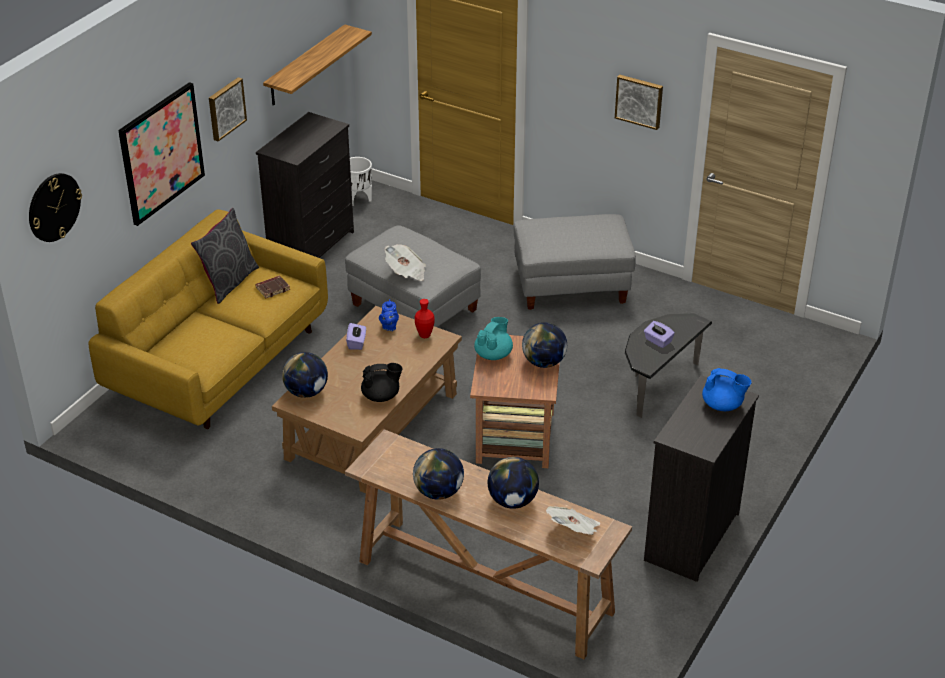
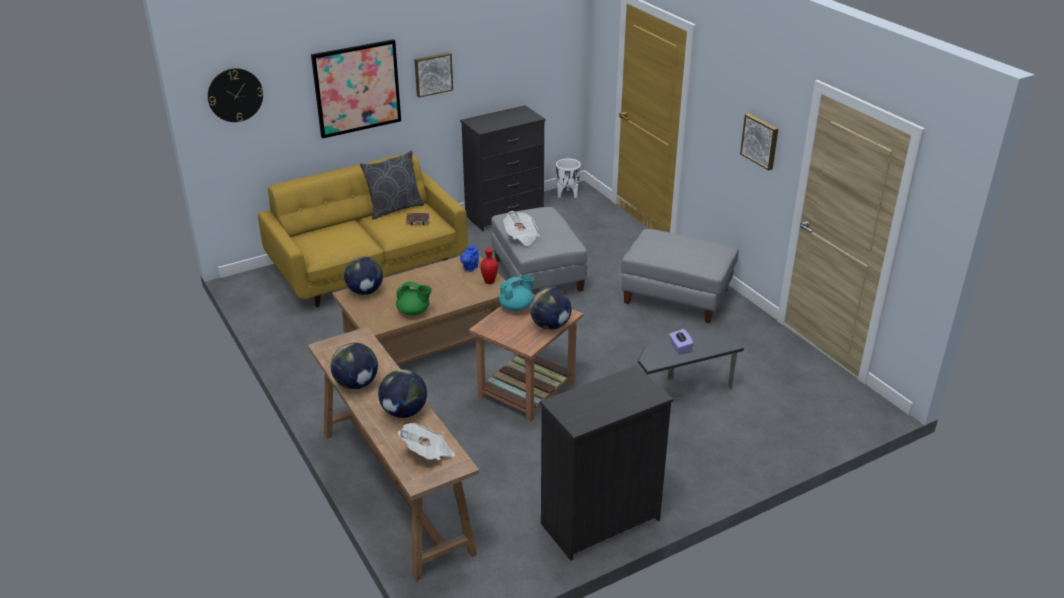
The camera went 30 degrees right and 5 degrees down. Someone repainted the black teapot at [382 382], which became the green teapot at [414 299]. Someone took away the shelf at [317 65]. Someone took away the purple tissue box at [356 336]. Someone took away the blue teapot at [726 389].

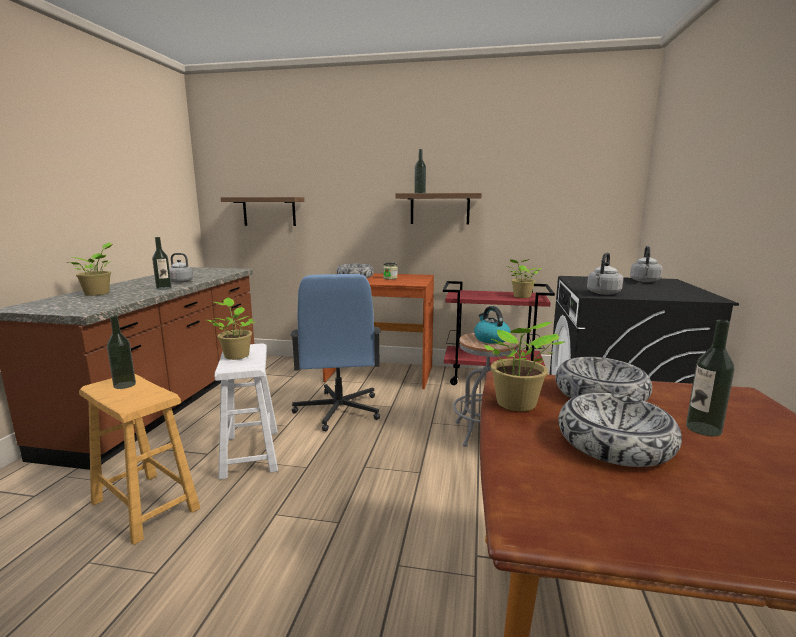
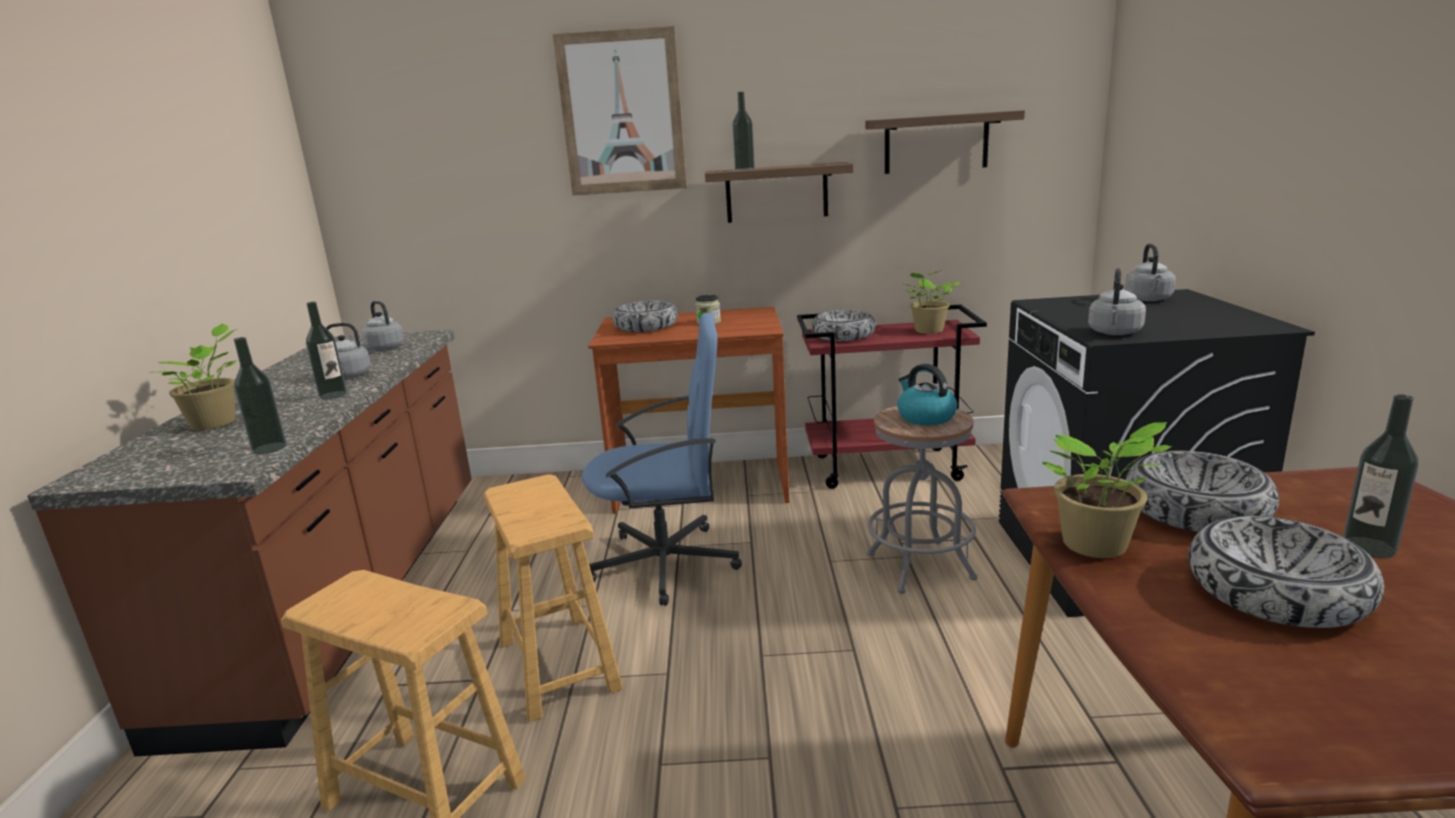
The camera went 10 degrees left and 5 degrees up. Someone carried the bottle from [121 352] to [260 395]. Someone put down the grey kettle at [382 325]. Someone repainted the white stool at [246 411], which became the brown stool at [553 598]. Someone put up the picture at [620 111]. Someone rotated the blue office chair at [335 353] by 75 degrees counterclockwise. Someone put down the bowl at [843 325]. Someone carried the shelf from [263 211] to [945 142]. Someone took away the potted plant at [231 328].

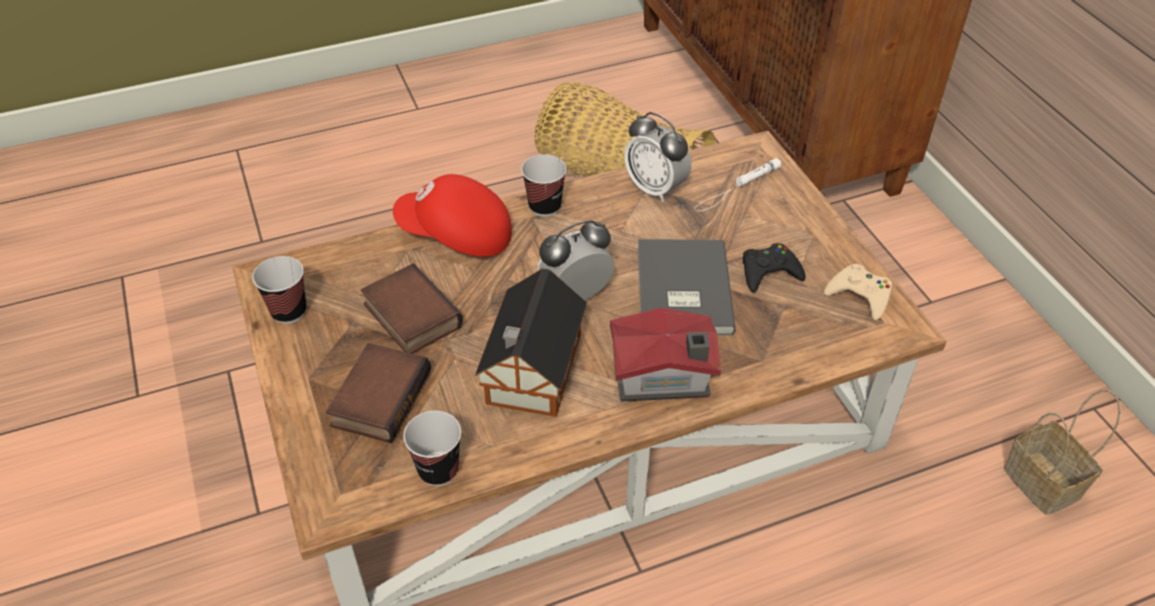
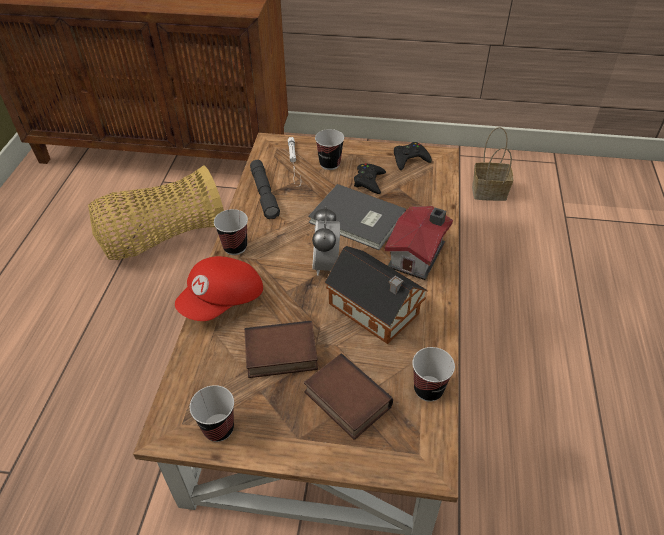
The camera went 60 degrees left and 0 degrees up. Someone swapped the alarm clock at [657 157] for the grey flashlight at [265 189]. Someone put down the cup at [329 149]. Someone repainted the beige game controller at [858 292], which became the black game controller at [413 156].

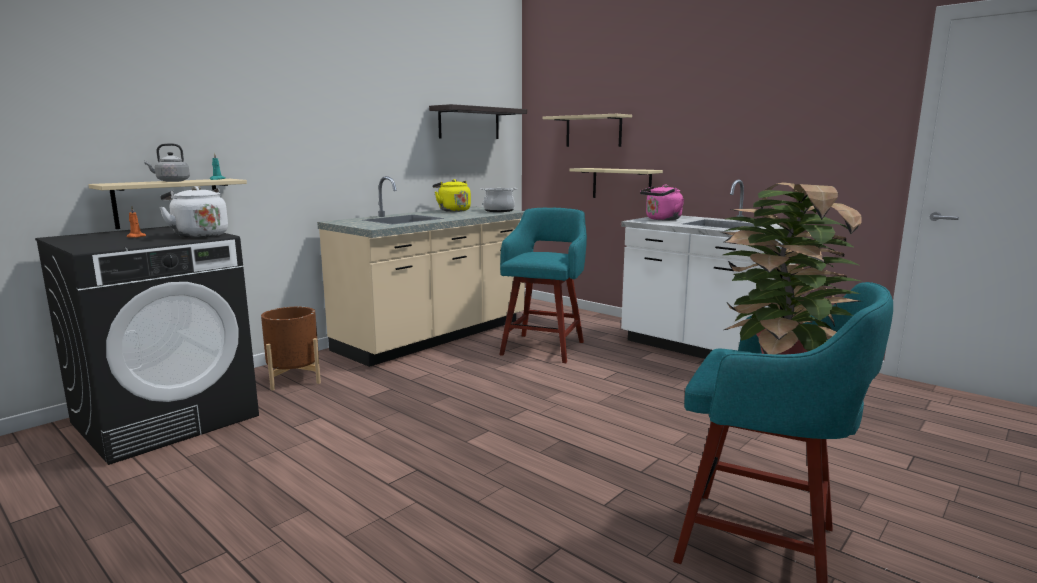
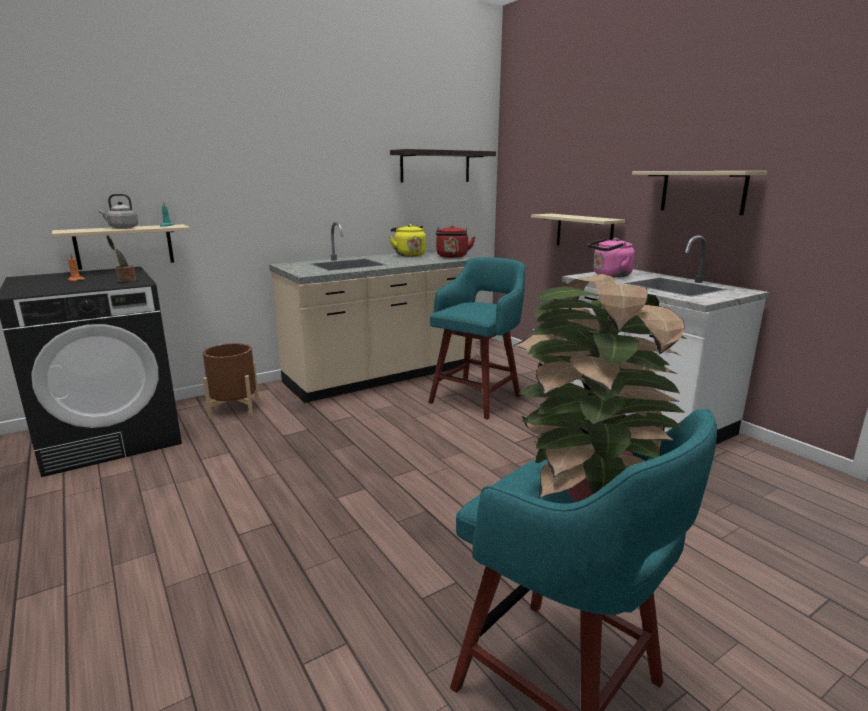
The camera went 15 degrees right and 5 degrees up. Someone swapped the white kettle at [193 212] for the potted plant at [121 258]. Someone swapped the cooking pot at [499 200] for the red kettle at [455 241]. Someone carried the beige shelf from [587 130] to [699 193].

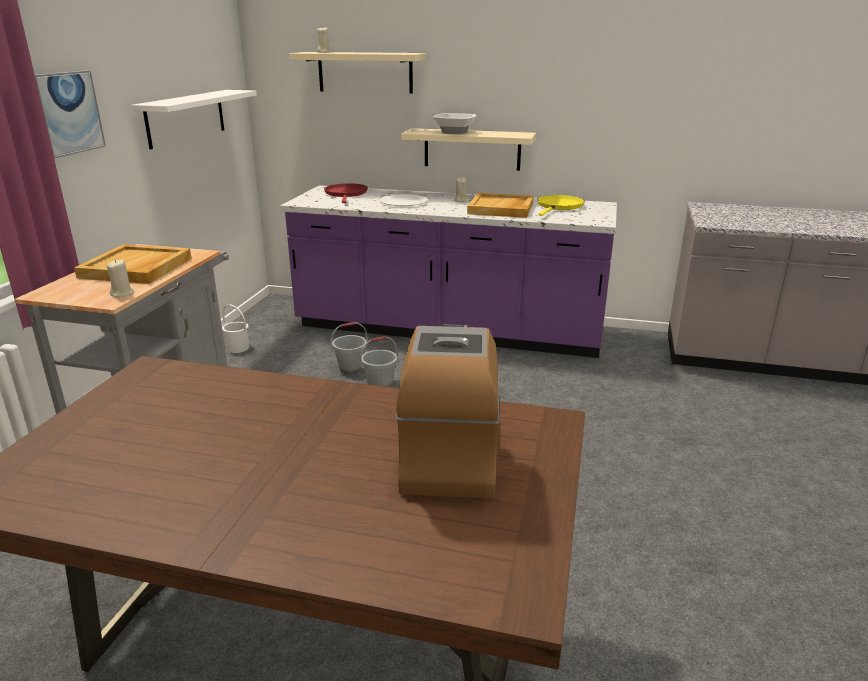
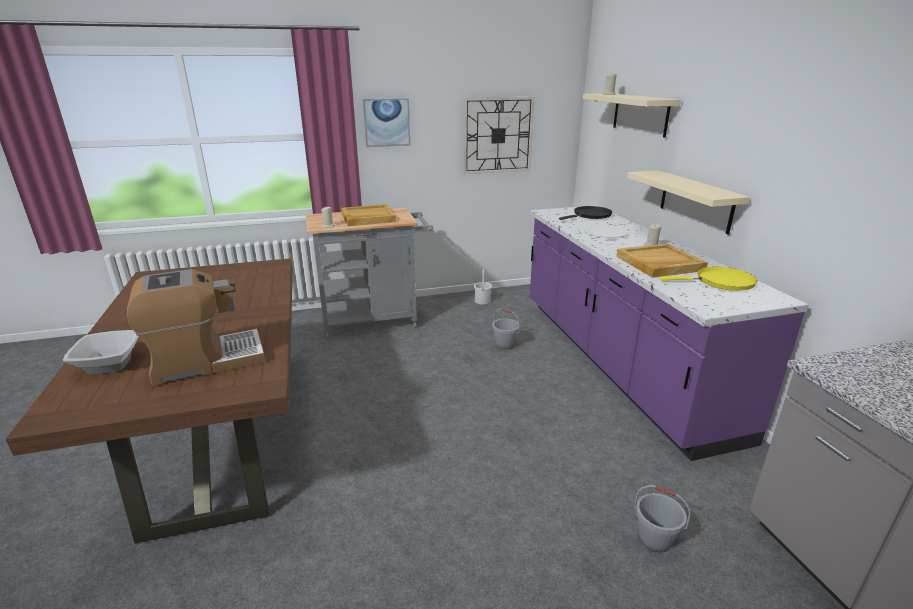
The camera went 60 degrees right and 0 degrees up. Someone carried the bowl from [454 123] to [101 352]. Someone swapped the white shelf at [194 119] for the wall clock at [499 135]. Someone repainted the red frying pan at [346 193], which became the black frying pan at [585 213]. Someone carried the grey bucket from [378 361] to [662 519].

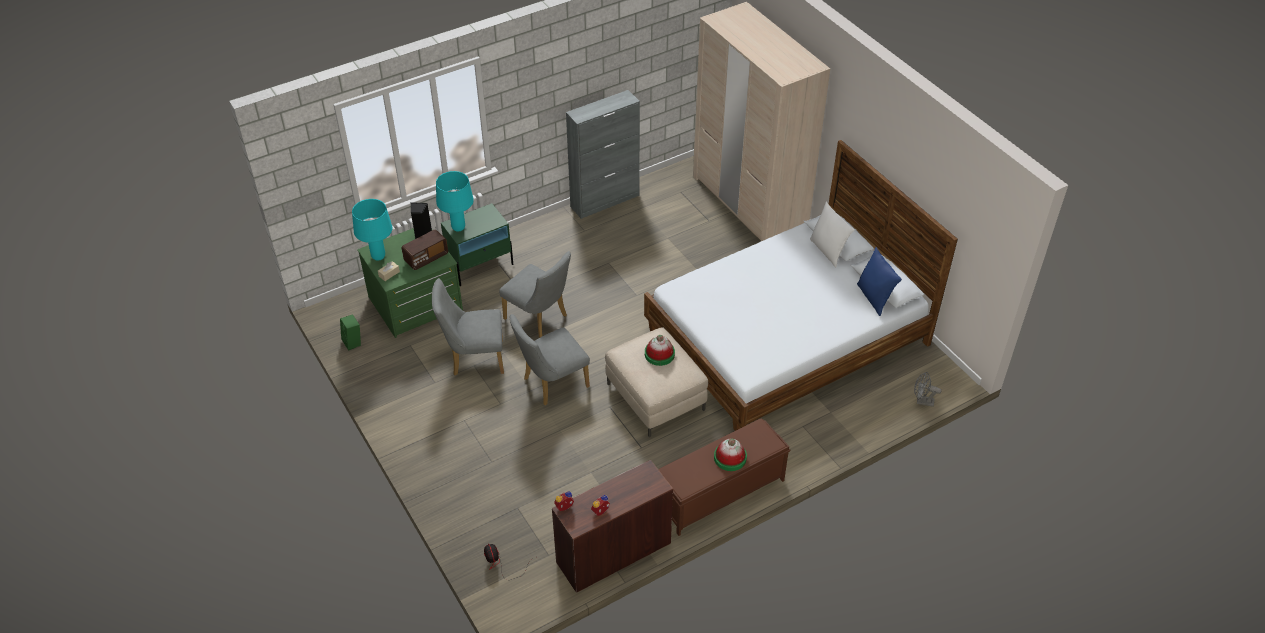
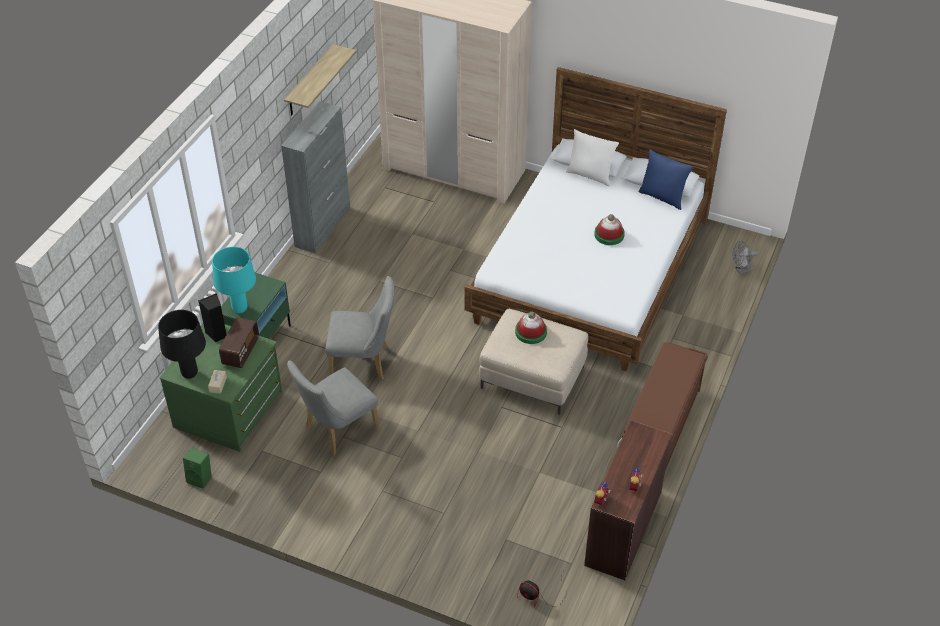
The camera went 35 degrees left and 0 degrees up. Someone repainted the turquoise table lamp at [372 230], which became the black table lamp at [182 344]. Someone put up the shelf at [320 79]. Someone carried the hat from [730 454] to [609 229]. Someone took away the grey chair at [550 360].

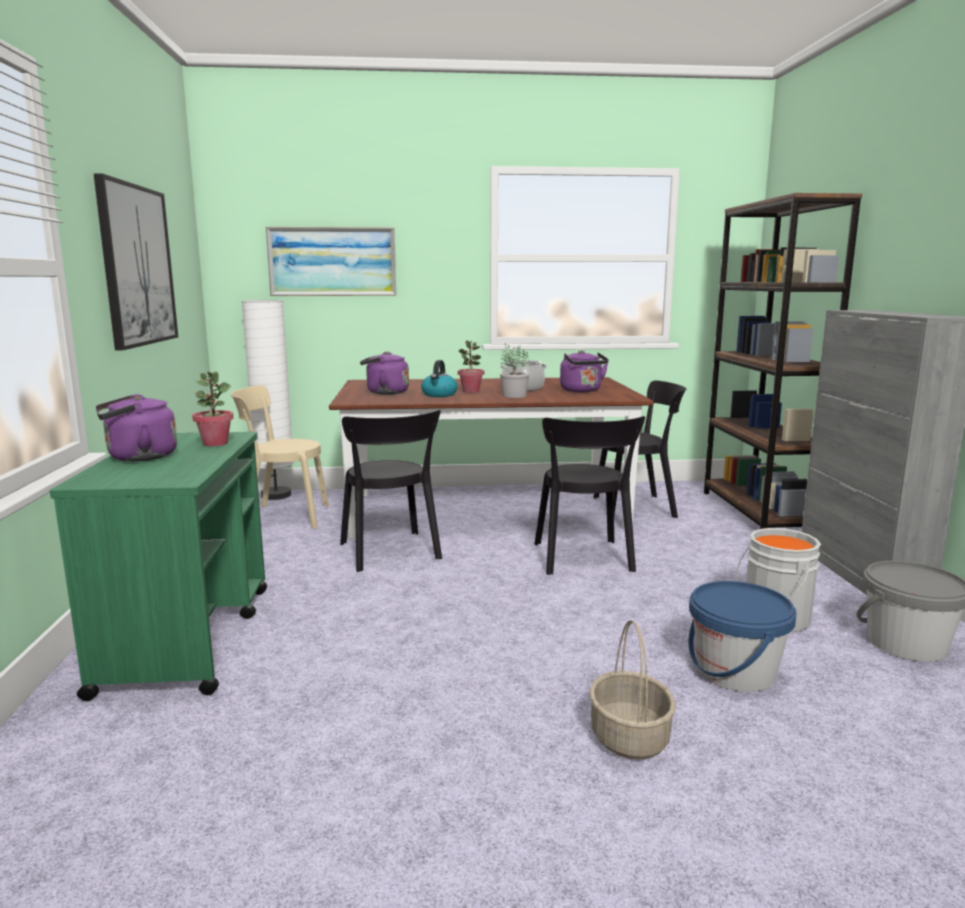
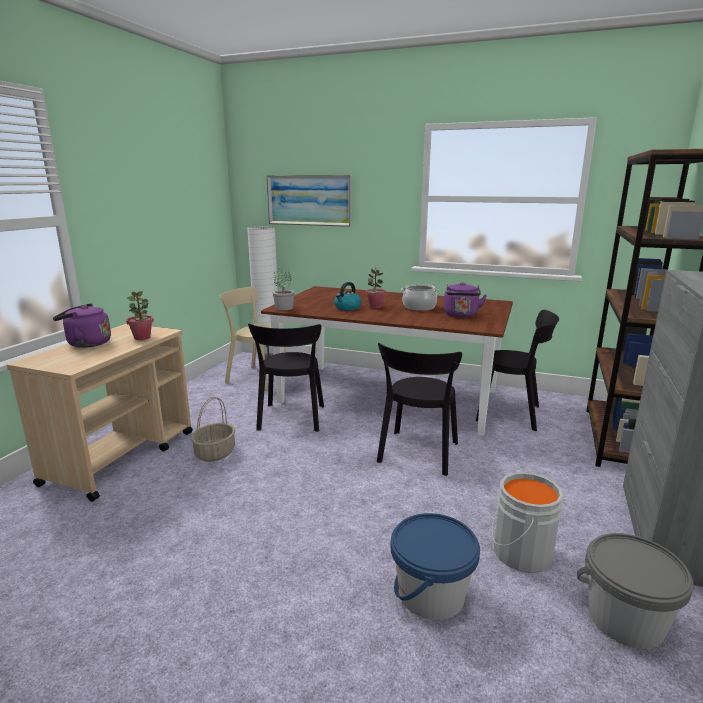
The camera went 25 degrees right and 5 degrees up. Someone repainted the green cart at [158 566], which became the beige cart at [100 413]. Someone carried the basket from [632 690] to [213 429]. Someone carried the potted plant from [514 370] to [284 289]. Someone took away the picture at [136 261]. Someone took away the purple kettle at [384 373].

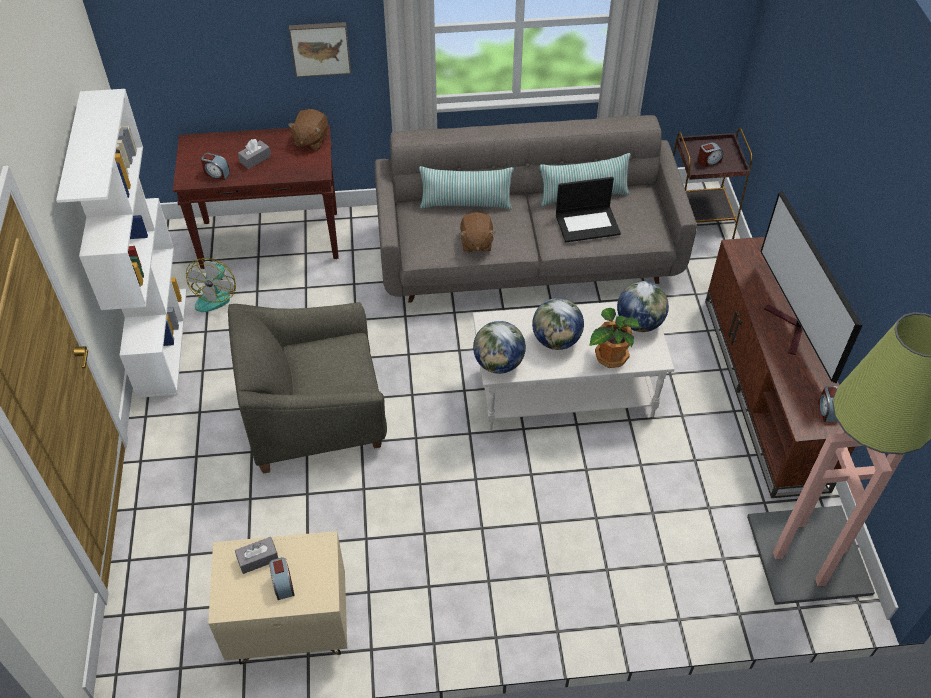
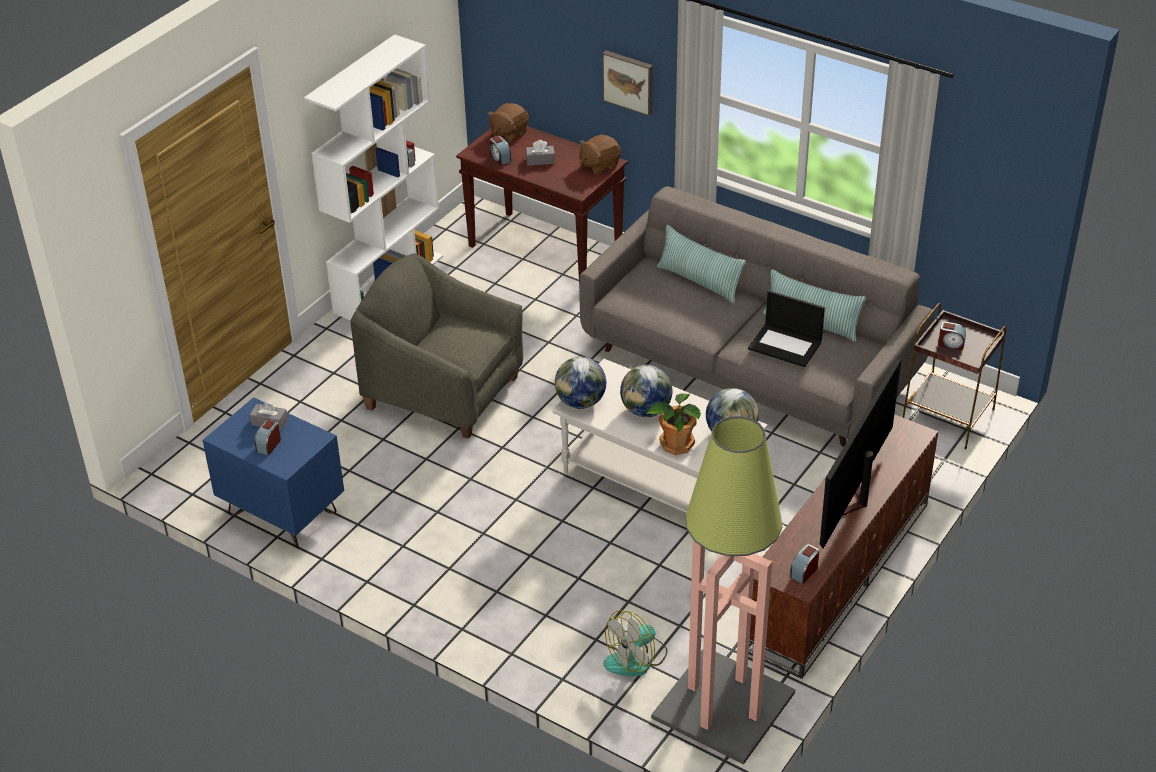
The camera went 40 degrees right and 10 degrees down. Someone repainted the beige nightstand at [277 597], which became the blue nightstand at [273 472]. Someone carried the brown plush toy from [477 232] to [508 122]. Someone carried the fan from [211 285] to [636 643].

